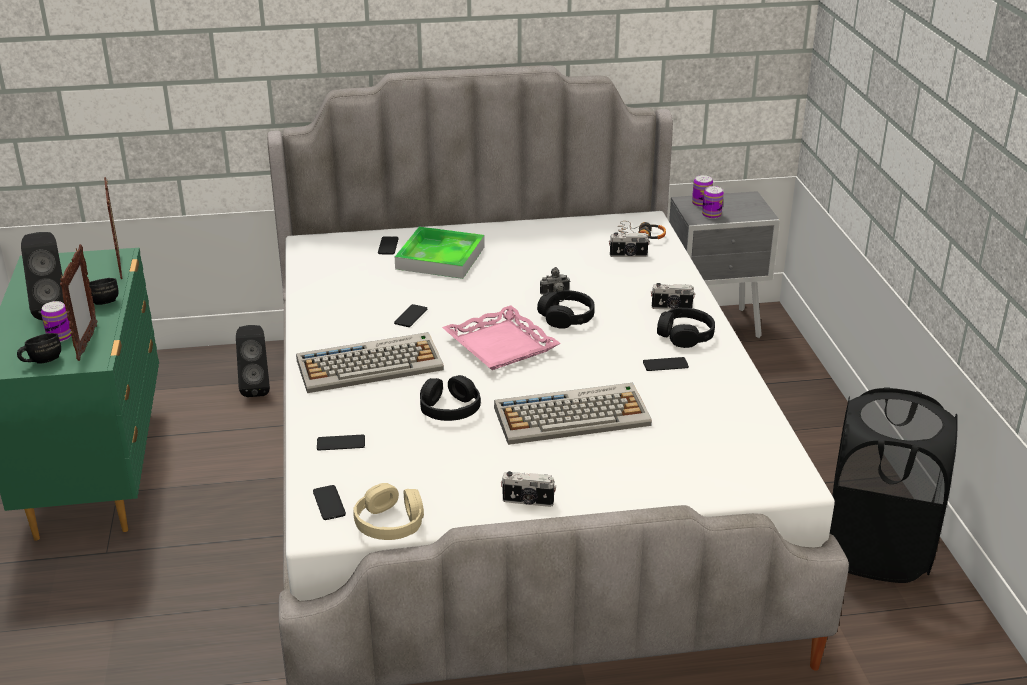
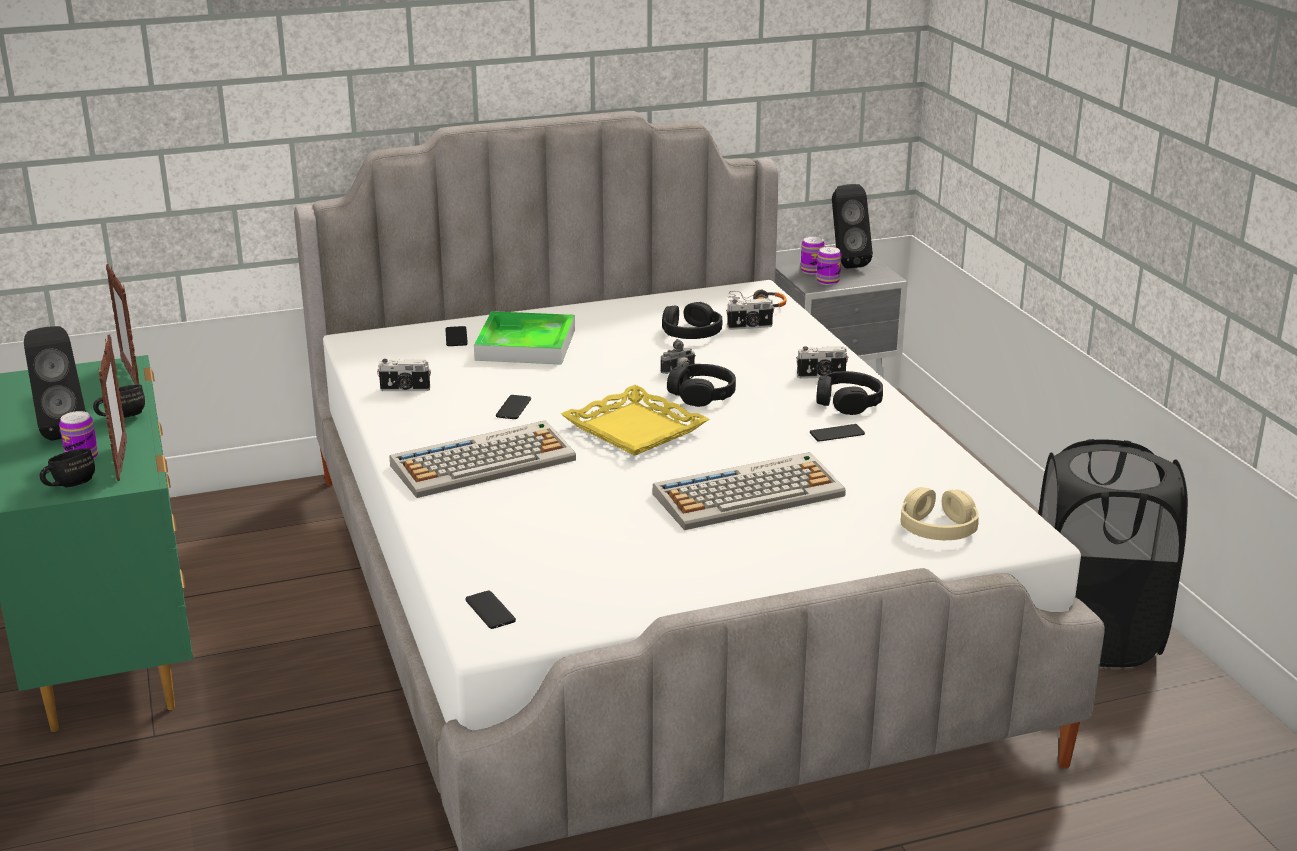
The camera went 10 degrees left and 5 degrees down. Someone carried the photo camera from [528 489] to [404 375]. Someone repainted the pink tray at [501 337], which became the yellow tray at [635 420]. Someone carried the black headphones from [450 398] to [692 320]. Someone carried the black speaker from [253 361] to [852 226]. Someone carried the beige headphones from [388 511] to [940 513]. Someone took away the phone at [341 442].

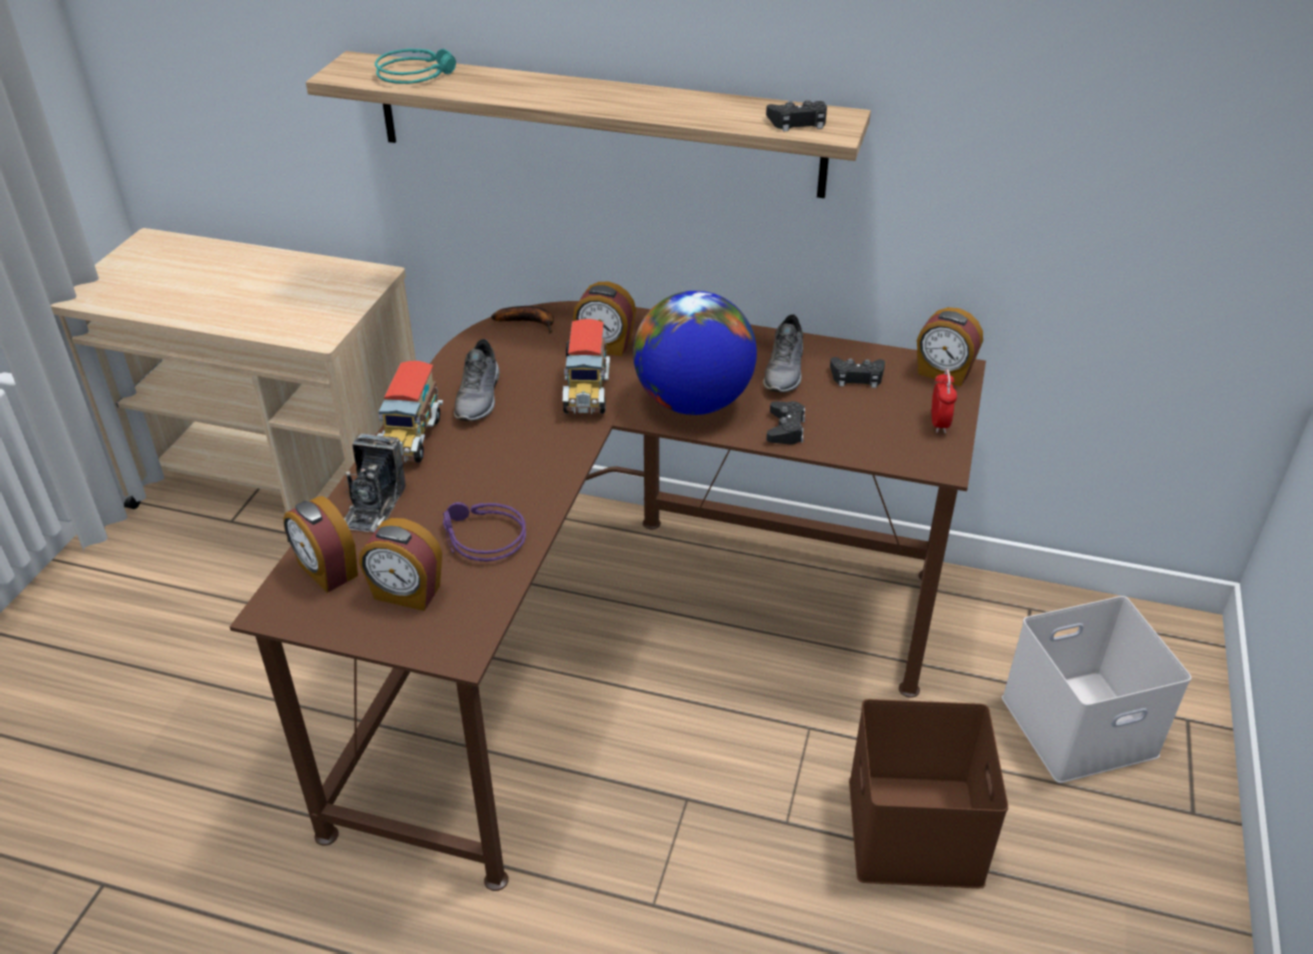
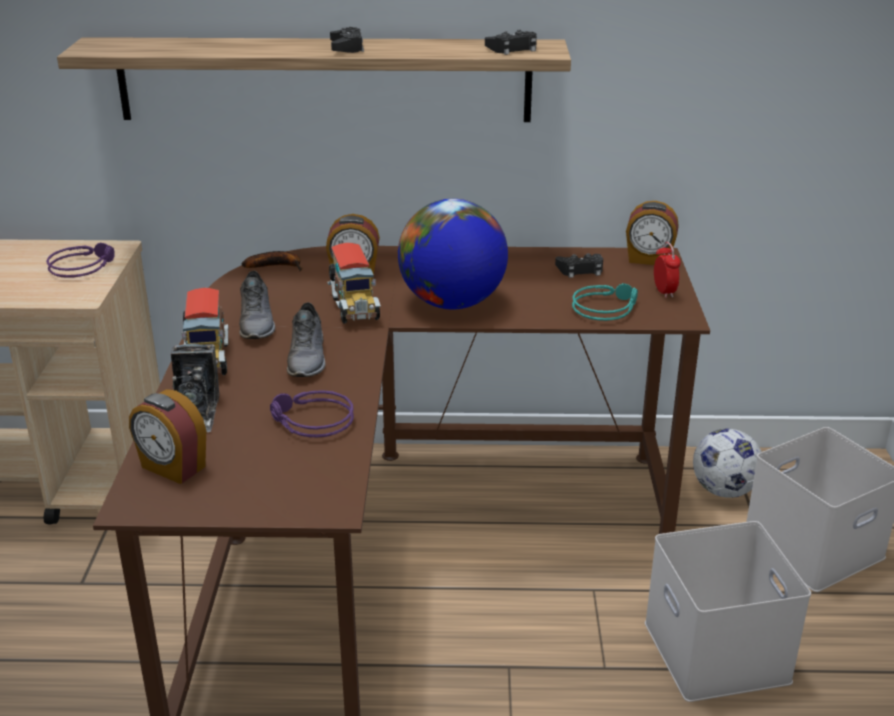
The camera went 15 degrees left and 10 degrees down. Someone put down the purple headphones at [80 260]. Someone carried the grey shoe from [783 353] to [306 339]. Someone carried the black game controller from [785 423] to [347 40]. Someone carried the turquoise headphones from [415 66] to [605 302]. Someone repainted the brown storage box at [928 793], which became the white storage box at [728 611]. Someone put down the football at [727 463]. Someone took away the alarm clock at [400 564].

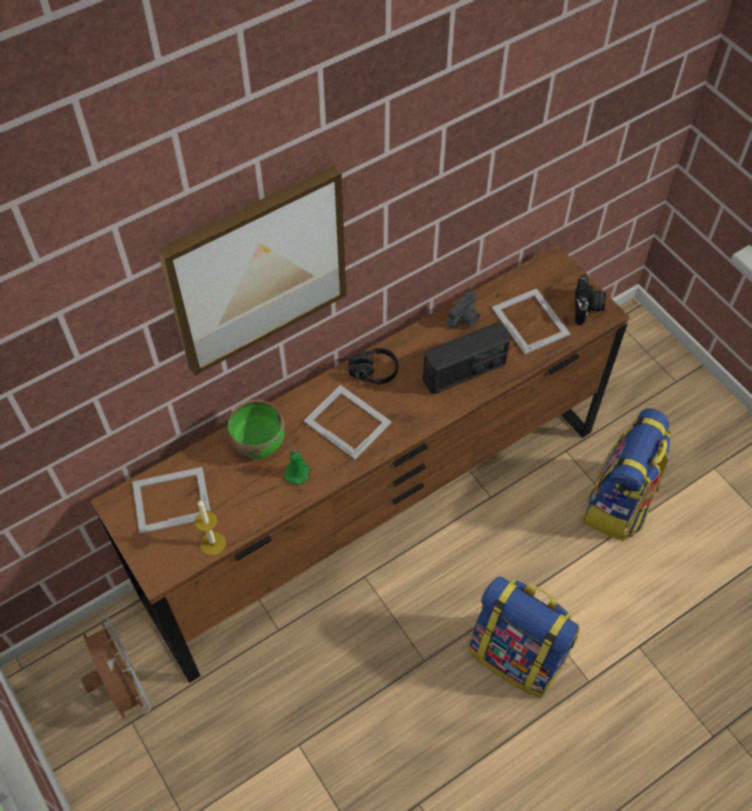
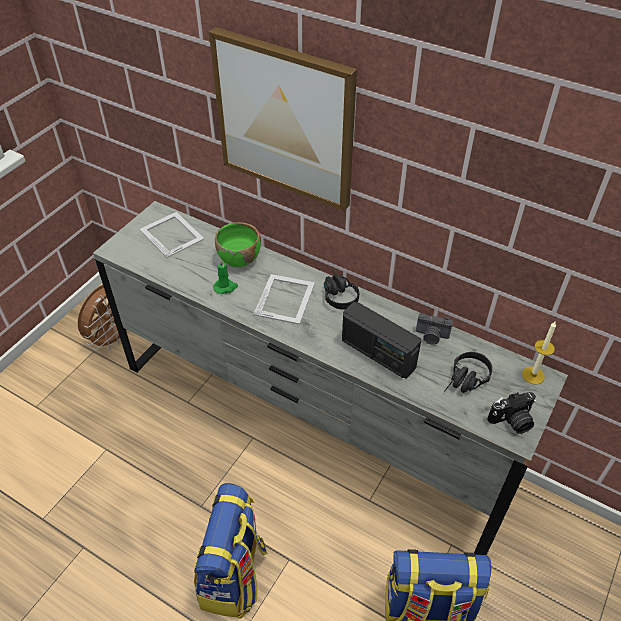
The camera went 65 degrees right and 10 degrees down. Someone repainted the brown dresser at [360 464], which became the grey dresser at [330 378]. Someone swapped the picture frame at [531 321] for the black headphones at [468 372]. Someone carried the candle from [210 528] to [539 353].

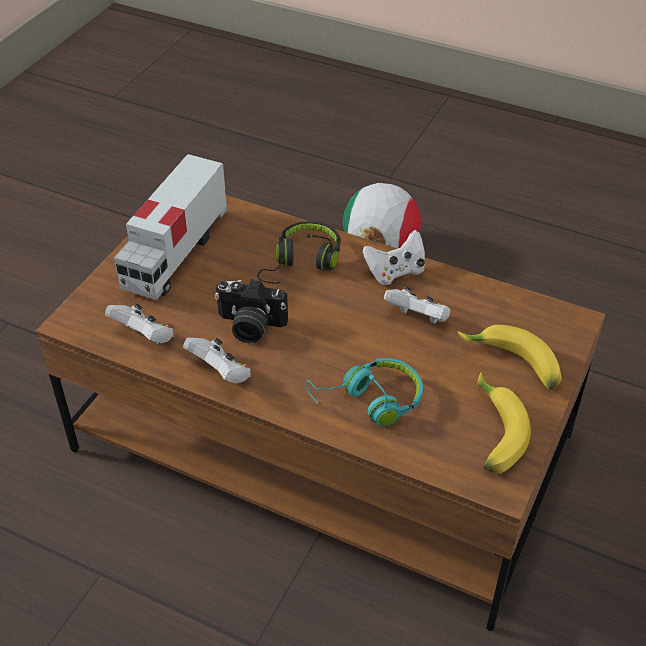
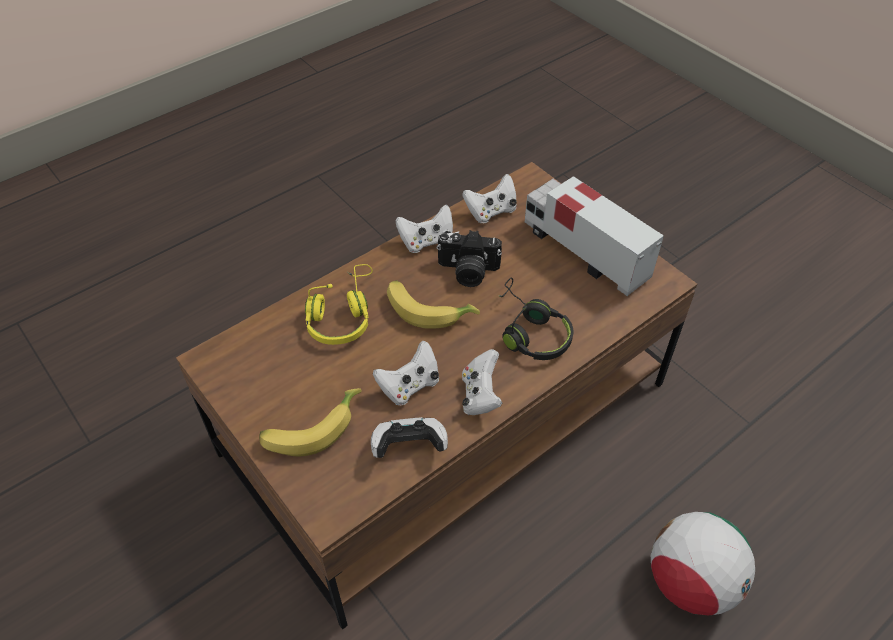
The camera went 115 degrees right and 5 degrees up. Someone repainted the turquoise headphones at [364 392], which became the yellow headphones at [339 304]. Someone put down the game controller at [409 437]. Someone carried the banana from [504 423] to [433 304]. Someone rotated the photo camera at [251 311] by 120 degrees counterclockwise.

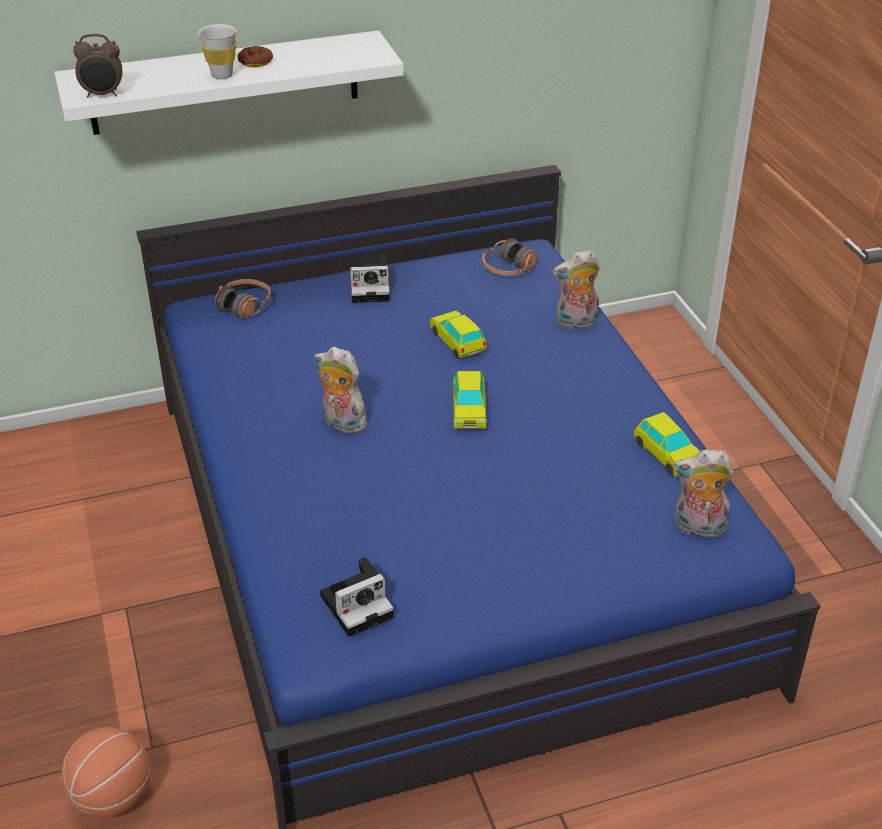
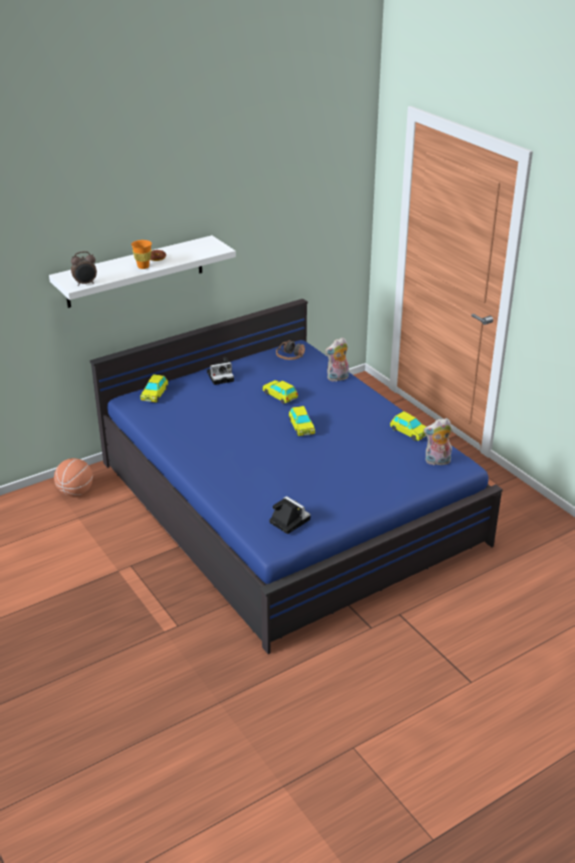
The camera went 15 degrees left and 5 degrees down. Someone carried the basketball from [106 772] to [73 477]. Someone repainted the white cup at [217 51], which became the orange cup at [141 254]. Someone swapped the headphones at [243 299] for the toy car at [154 388]. Someone rotated the photo camera at [357 596] by 90 degrees counterclockwise. Someone took away the plush toy at [341 390].

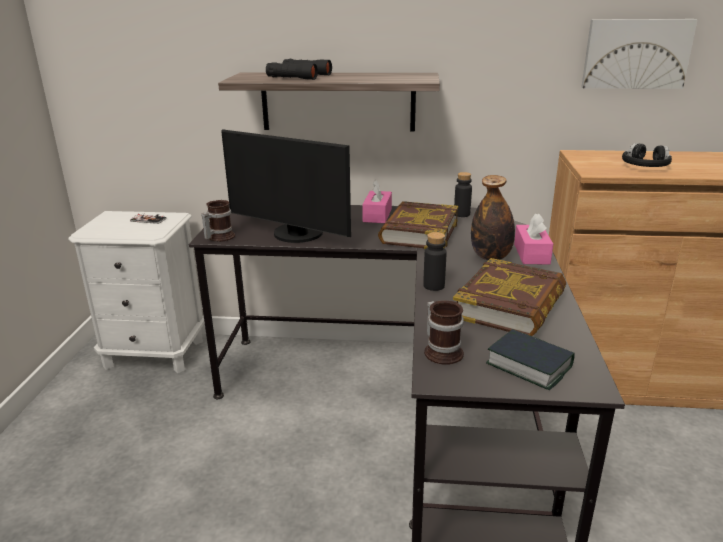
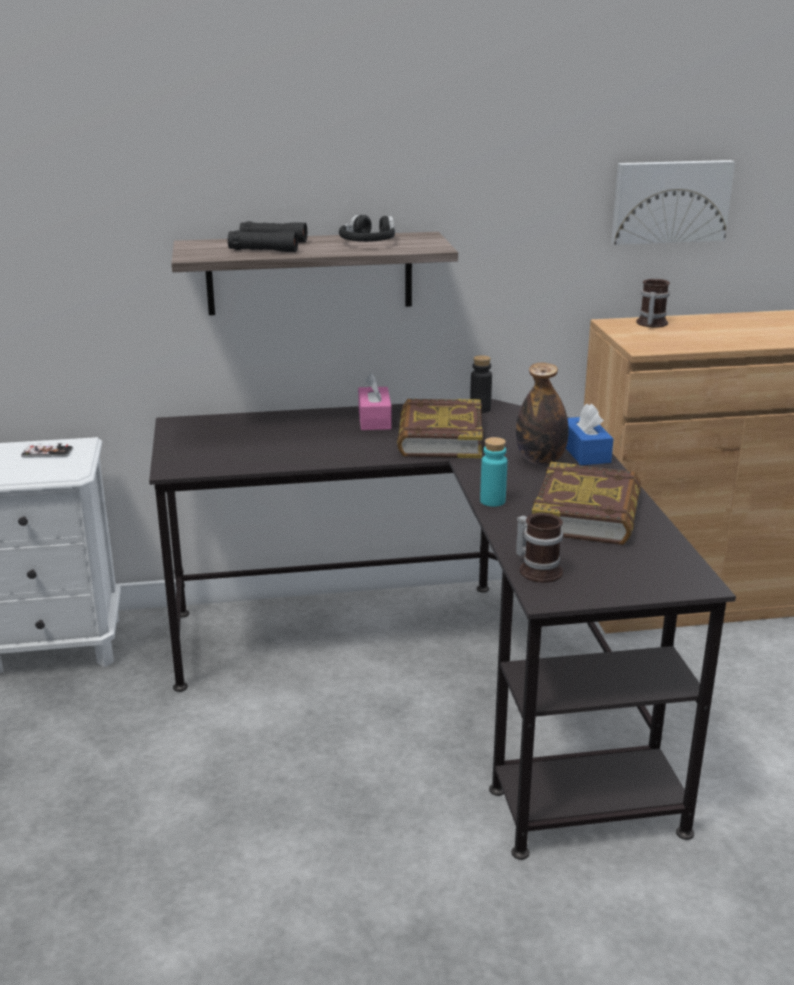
The camera went 15 degrees left and 0 degrees up. Someone carried the black headphones from [647 155] to [367 228]. Someone repainted the black bottle at [435 261], which became the turquoise bottle at [493 472]. Someone repainted the pink tissue box at [533 239], which became the blue tissue box at [590 434]. Someone carried the mug from [218 221] to [653 303]. Someone took away the monitor at [286 186]. Someone took away the book at [530 359].

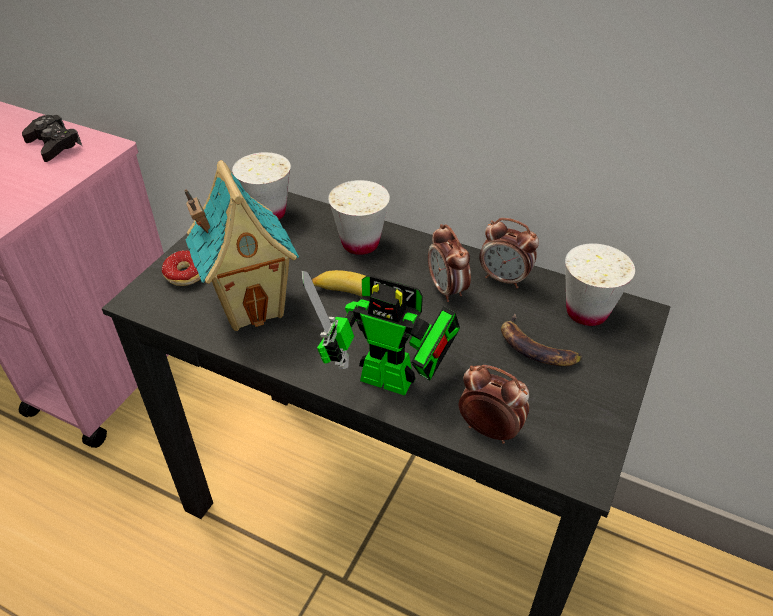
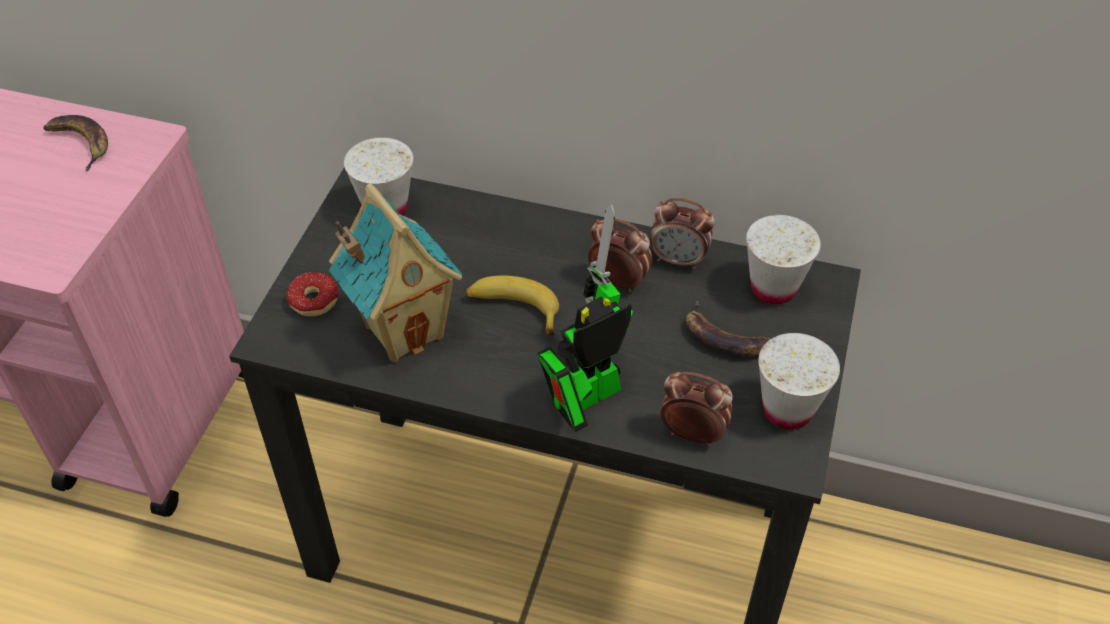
The camera went 10 degrees left and 5 degrees up. Someone swapped the black game controller at [52 138] for the banana at [75 143]. Someone rotated the toy robot at [381 333] by 135 degrees clockwise. Someone rotated the alarm clock at [449 263] by 150 degrees clockwise. Someone carried the white cup from [359 217] to [799 381].

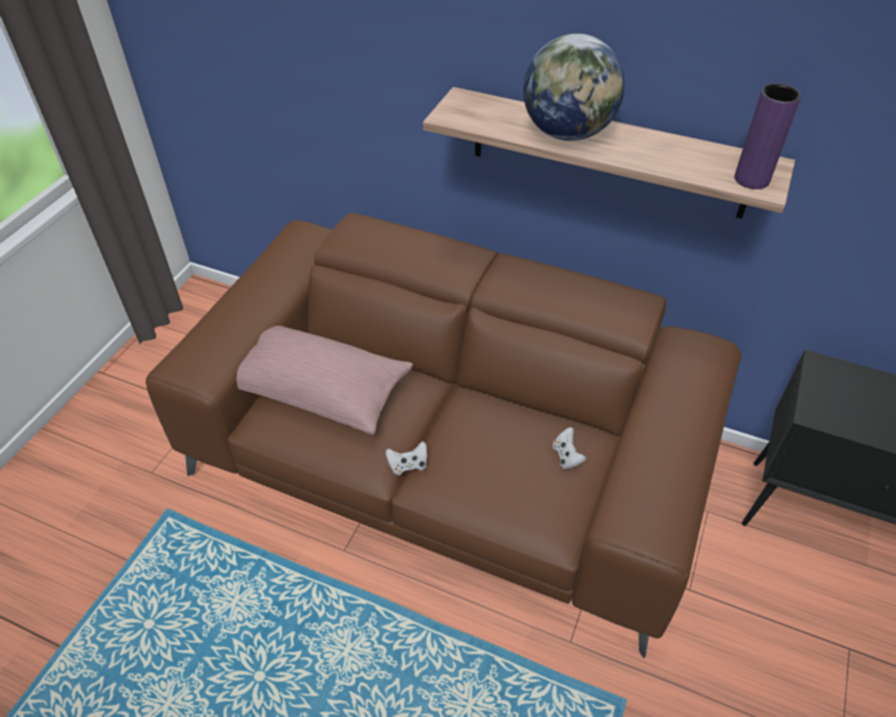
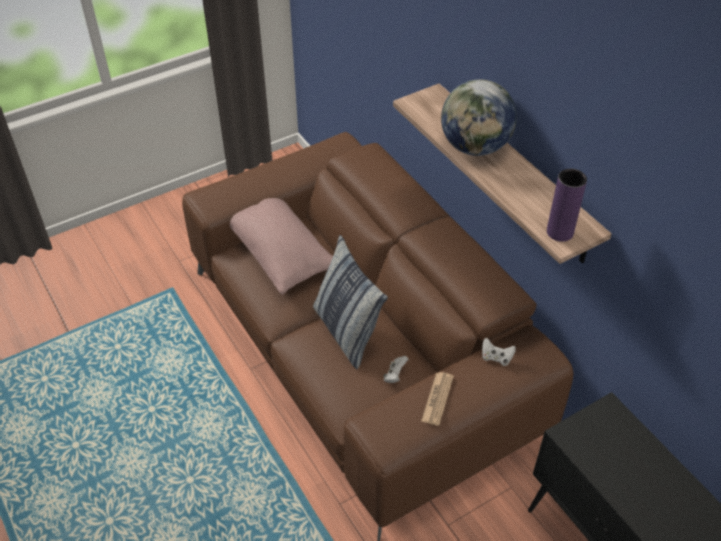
The camera went 35 degrees right and 0 degrees up. Someone put down the pillow at [350 302]. Someone put down the newspaper at [437 399]. Someone carried the white game controller from [406 458] to [499 352].

